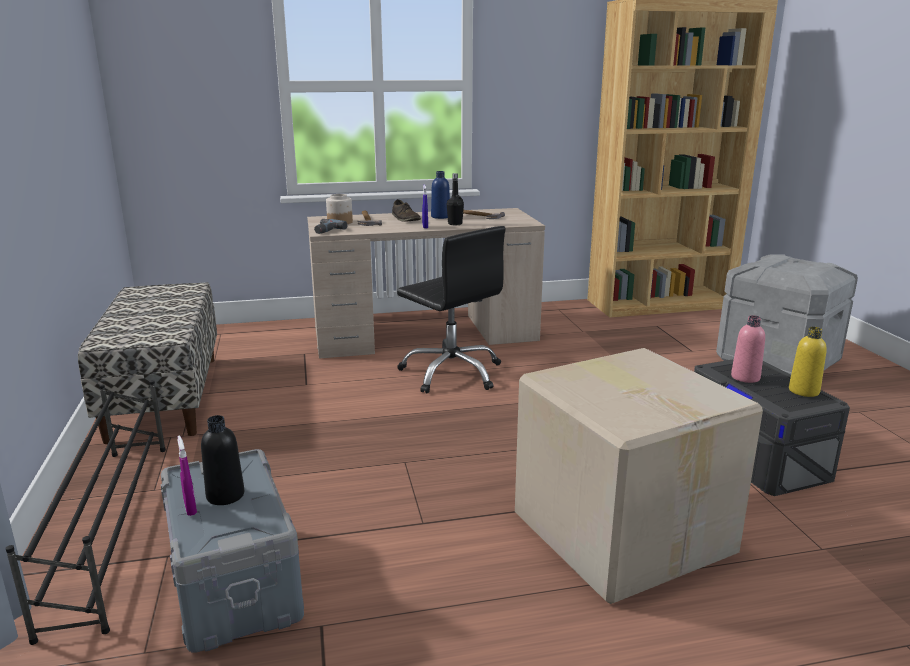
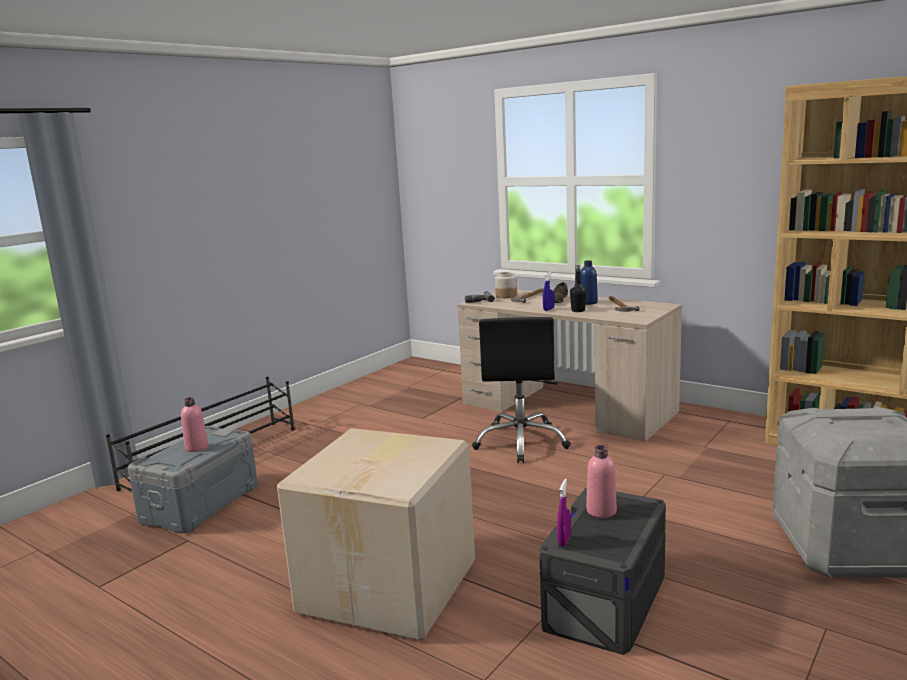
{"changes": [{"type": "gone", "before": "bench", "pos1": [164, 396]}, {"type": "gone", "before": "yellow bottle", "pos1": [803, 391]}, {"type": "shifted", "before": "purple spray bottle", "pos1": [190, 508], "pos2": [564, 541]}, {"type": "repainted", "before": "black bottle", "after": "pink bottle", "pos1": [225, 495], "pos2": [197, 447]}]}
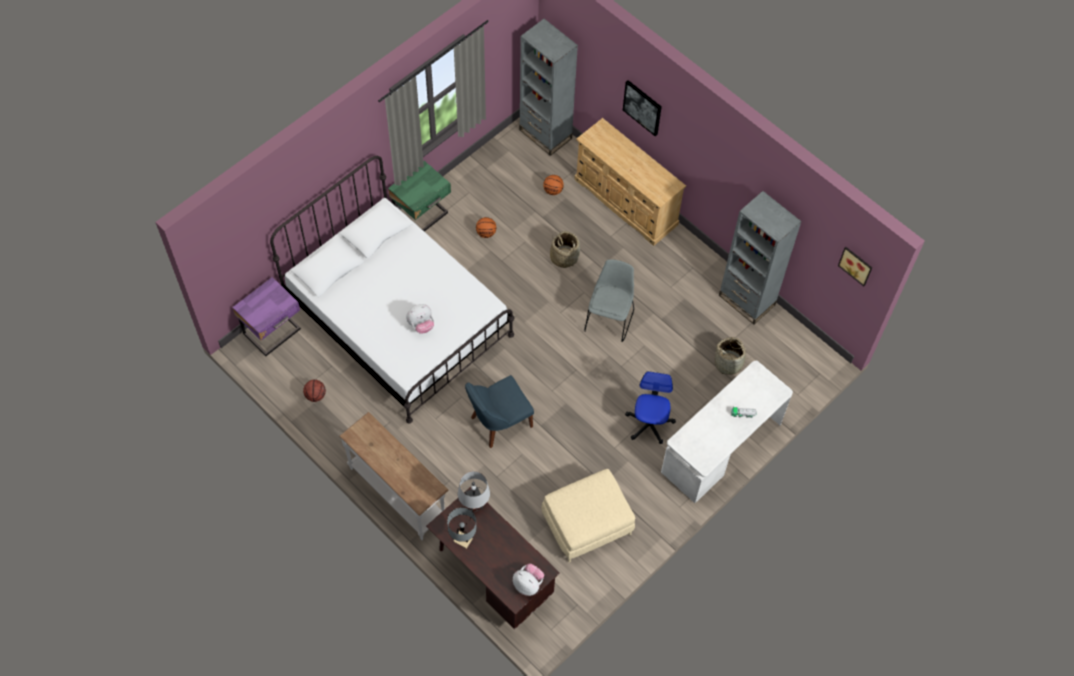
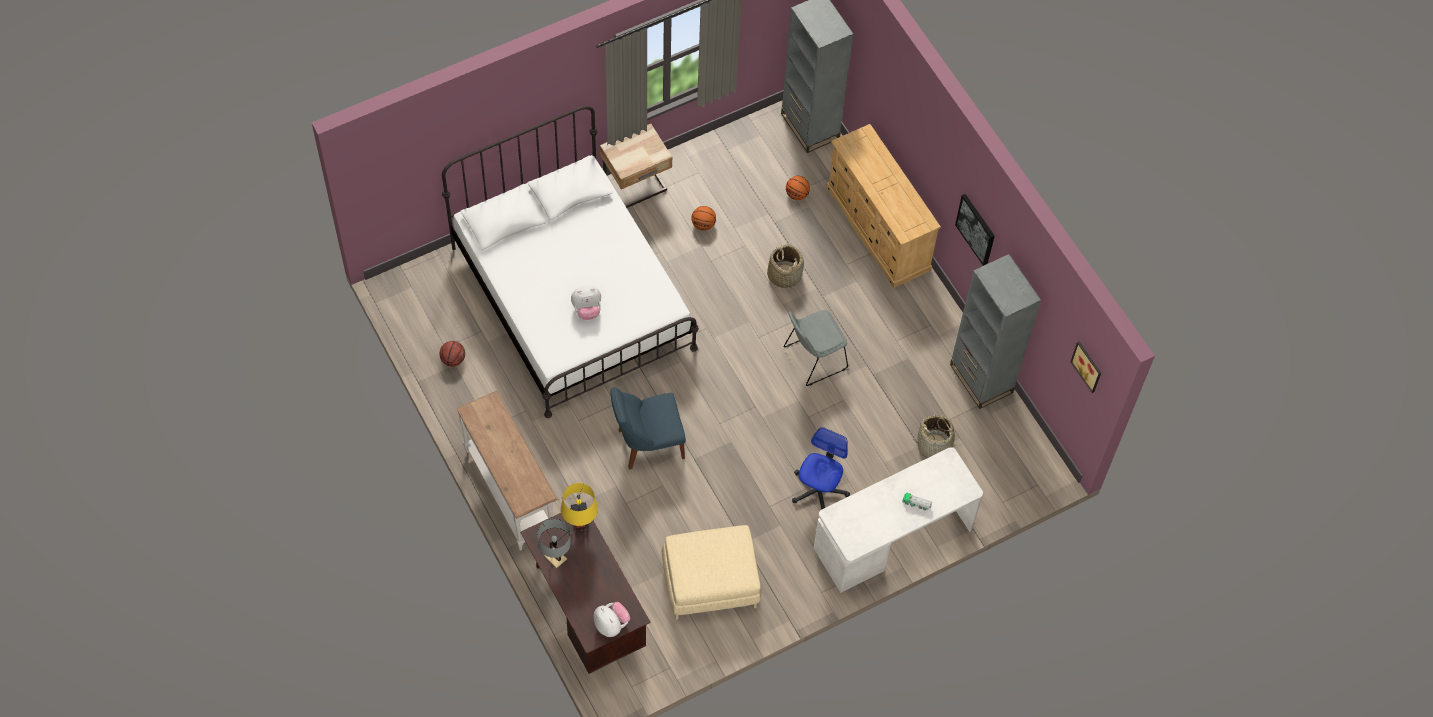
{"changes": [{"type": "gone", "before": "purple nightstand", "pos1": [273, 332]}, {"type": "shifted", "before": "picture", "pos1": [642, 107], "pos2": [976, 229]}, {"type": "repainted", "before": "green nightstand", "after": "beige nightstand", "pos1": [422, 216], "pos2": [636, 187]}, {"type": "repainted", "before": "grey table lamp", "after": "yellow table lamp", "pos1": [474, 506], "pos2": [580, 524]}, {"type": "rotated", "before": "grey chair", "pos1": [609, 318], "pos2": [813, 359], "turn": -150}]}
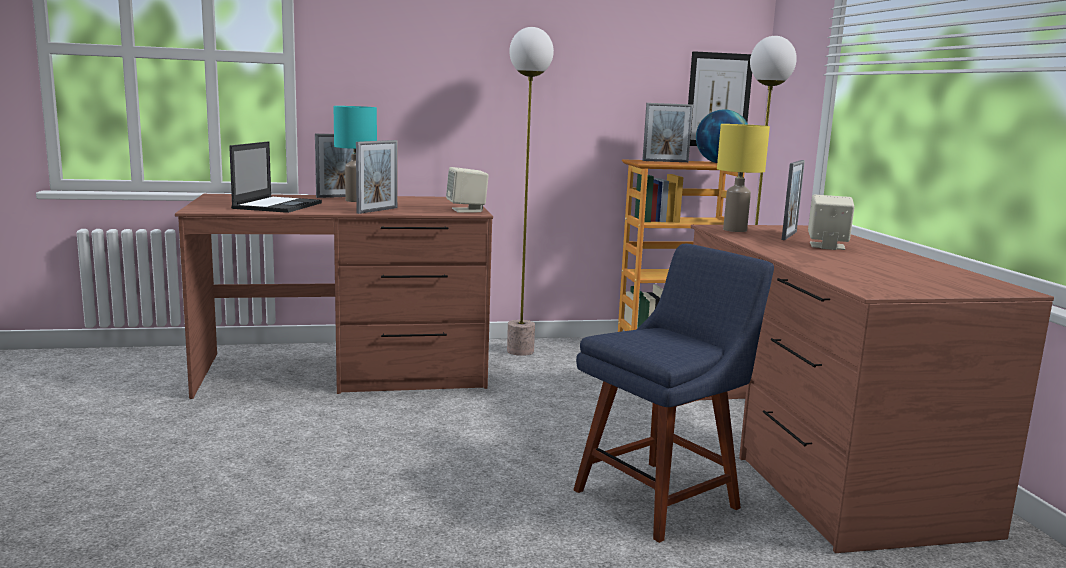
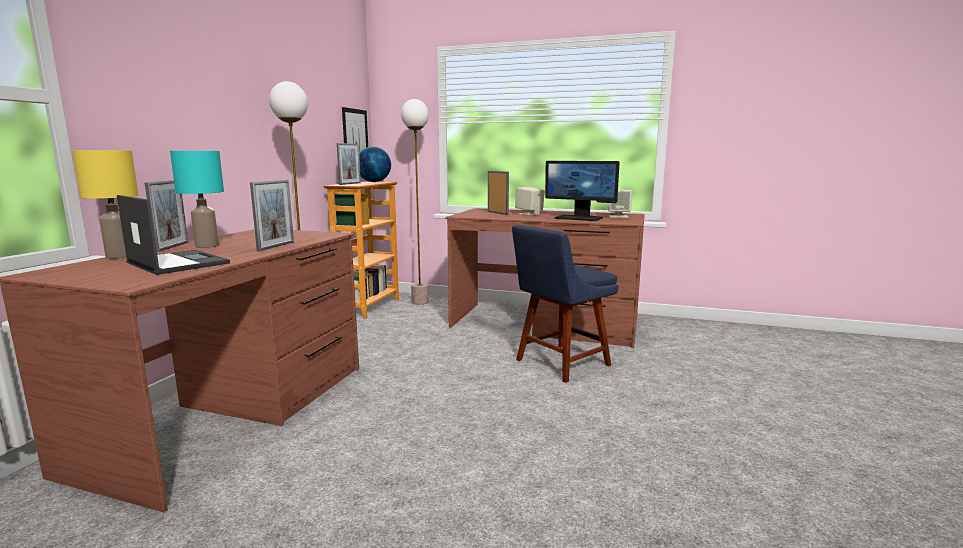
{"changes": [{"type": "new", "after": "monitor", "pos2": [579, 218]}, {"type": "shifted", "before": "beige speaker", "pos1": [467, 210], "pos2": [618, 216]}, {"type": "shifted", "before": "yellow table lamp", "pos1": [735, 230], "pos2": [120, 256]}, {"type": "rotated", "before": "picture frame", "pos1": [377, 210], "pos2": [276, 246], "turn": 45}, {"type": "rotated", "before": "blue chair", "pos1": [662, 496], "pos2": [559, 363], "turn": -120}]}
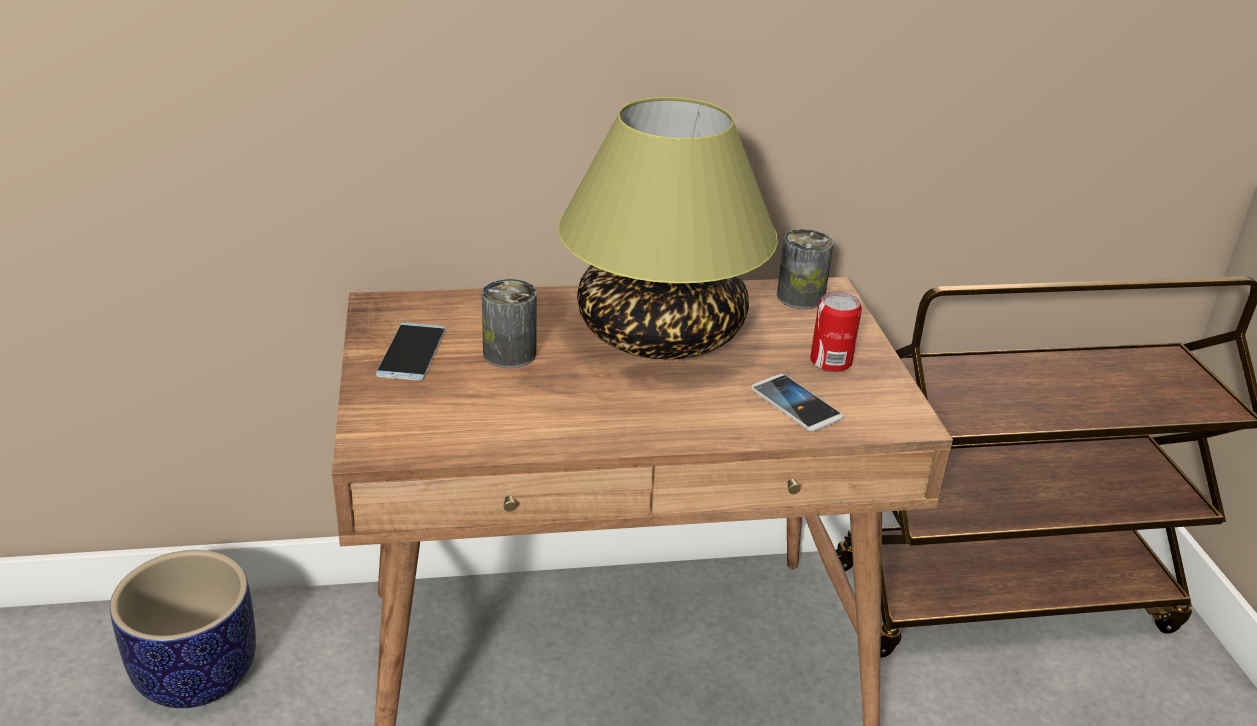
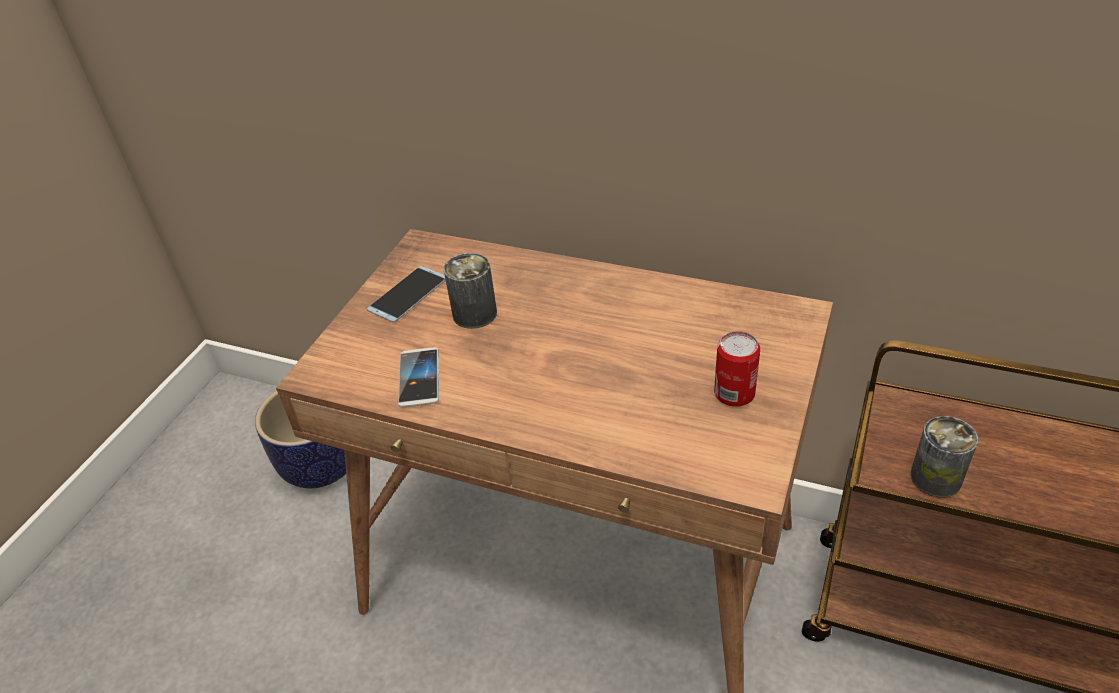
{"changes": [{"type": "gone", "before": "table lamp", "pos1": [659, 335]}, {"type": "shifted", "before": "phone", "pos1": [796, 404], "pos2": [419, 378]}, {"type": "shifted", "before": "can", "pos1": [800, 297], "pos2": [935, 478]}]}
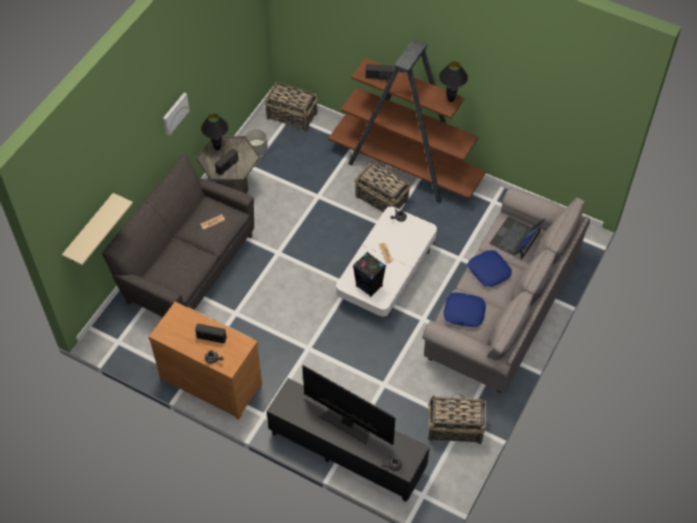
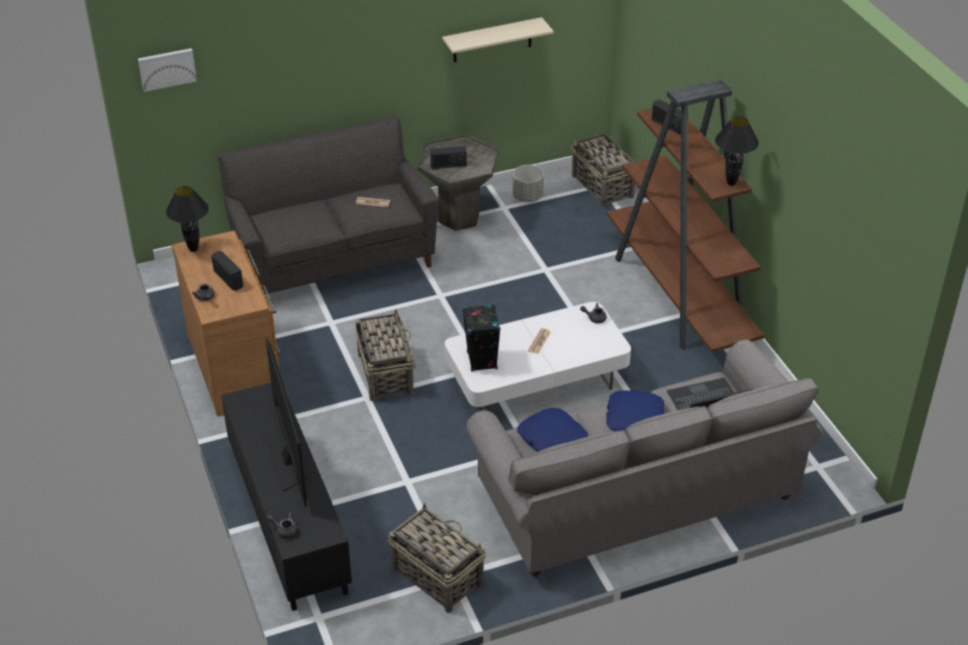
{"changes": [{"type": "shifted", "before": "beige shelf", "pos1": [90, 230], "pos2": [492, 40]}, {"type": "shifted", "before": "picture", "pos1": [174, 113], "pos2": [167, 68]}, {"type": "shifted", "before": "black table lamp", "pos1": [218, 148], "pos2": [194, 249]}, {"type": "shifted", "before": "basket", "pos1": [381, 198], "pos2": [385, 373]}]}
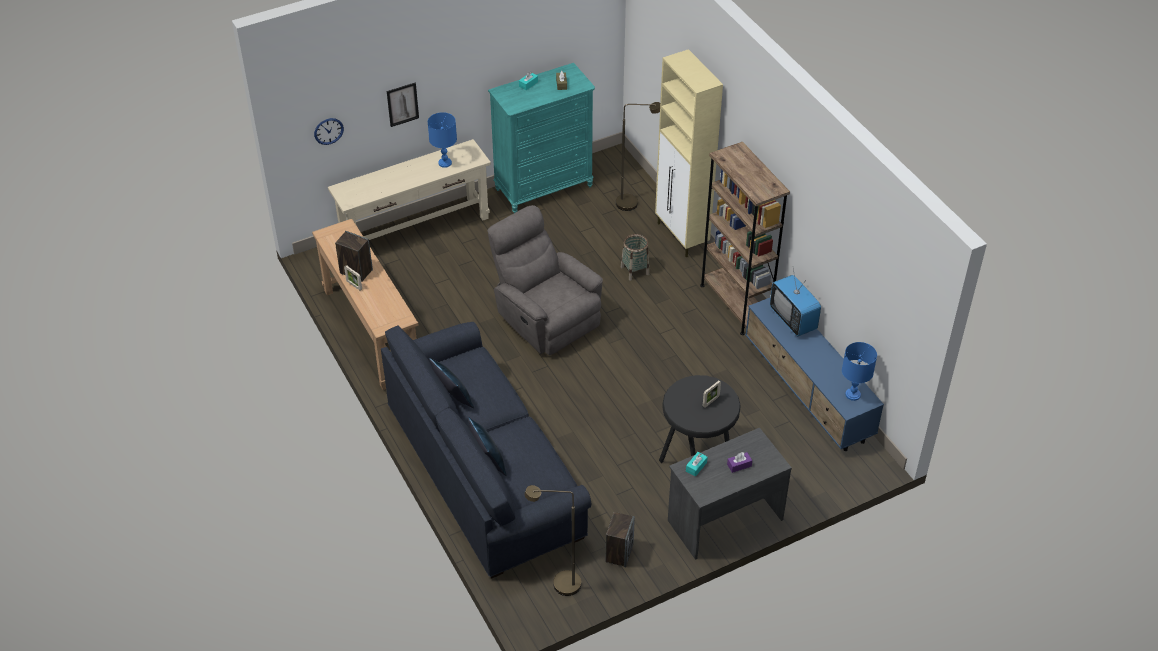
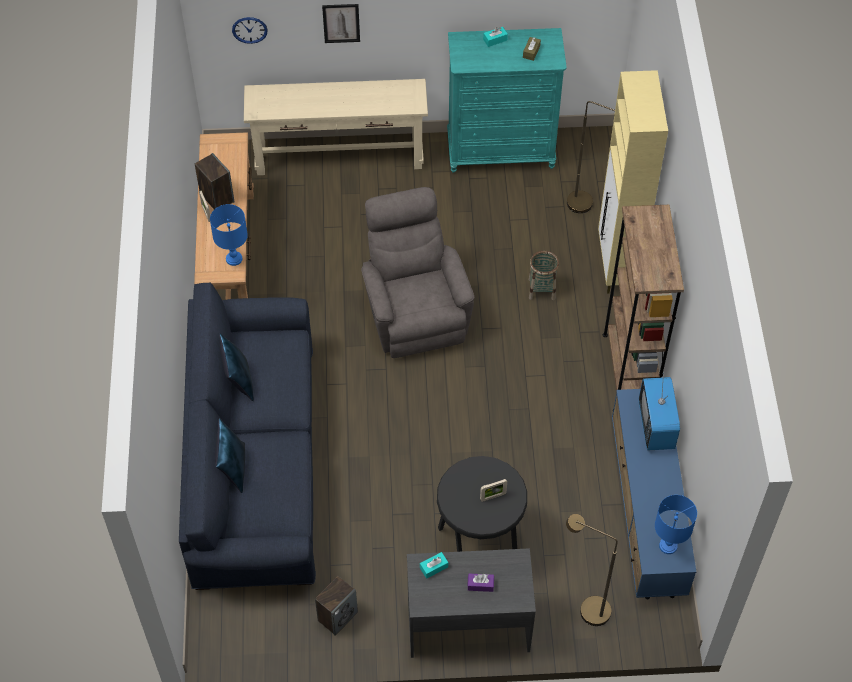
{"changes": [{"type": "shifted", "before": "blue table lamp", "pos1": [444, 163], "pos2": [233, 259]}, {"type": "shifted", "before": "brown floor lamp", "pos1": [559, 585], "pos2": [586, 609]}]}
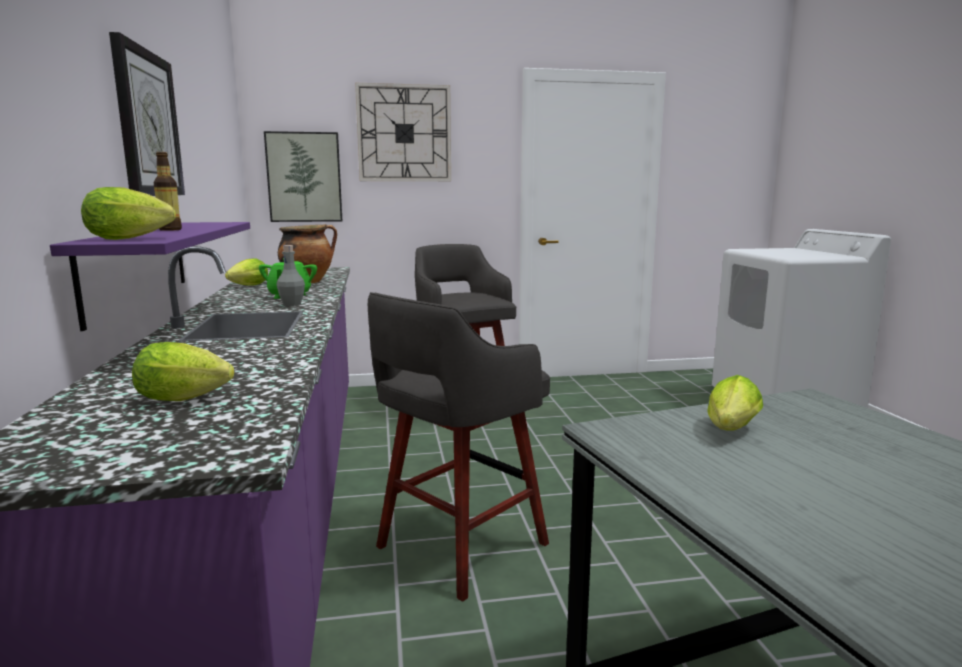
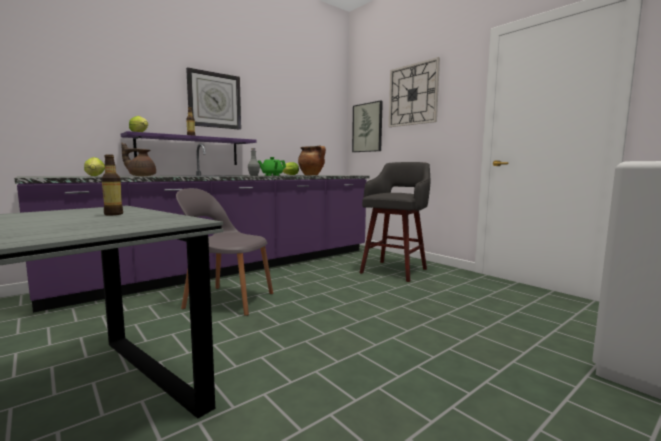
{"changes": [{"type": "new", "after": "brown teapot", "pos2": [141, 176]}, {"type": "swapped", "before": "grey stool", "after": "grey chair", "pos1": [458, 547], "pos2": [227, 300]}, {"type": "swapped", "before": "lettuce", "after": "bottle", "pos1": [730, 431], "pos2": [113, 214]}]}
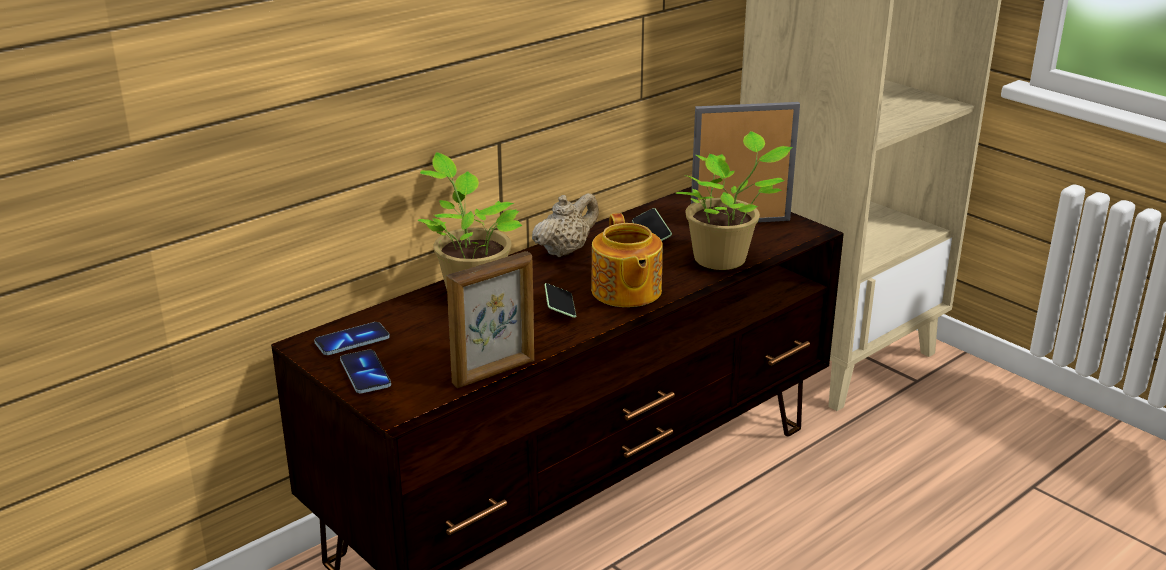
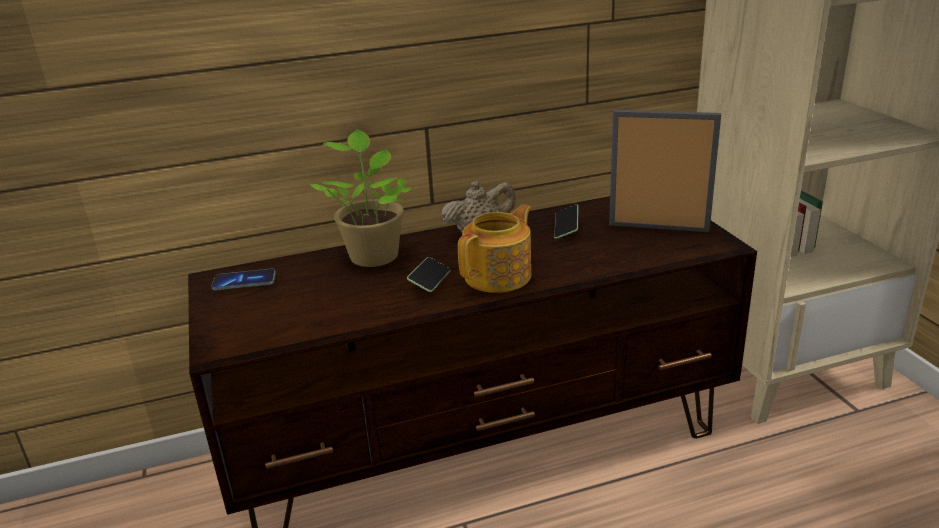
{"changes": [{"type": "gone", "before": "phone", "pos1": [365, 374]}, {"type": "gone", "before": "picture frame", "pos1": [495, 373]}, {"type": "gone", "before": "potted plant", "pos1": [724, 259]}, {"type": "rotated", "before": "teapot", "pos1": [625, 291], "pos2": [499, 276], "turn": -150}]}
